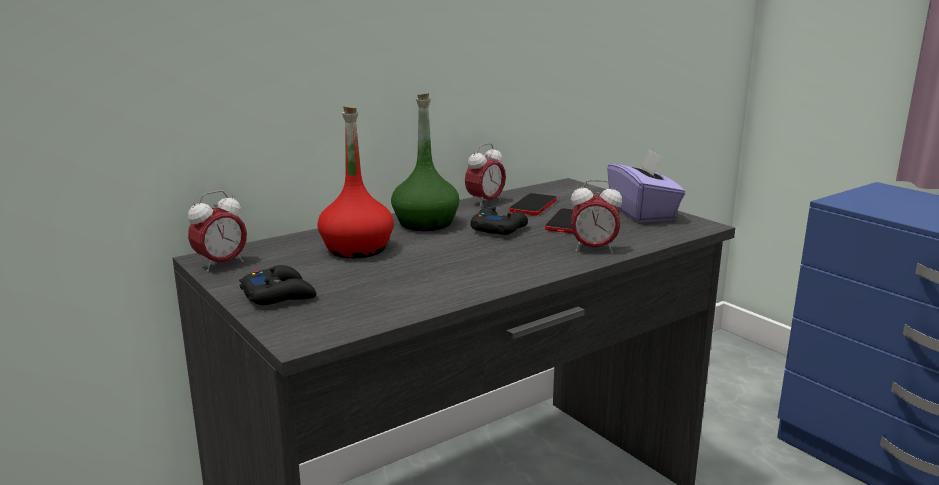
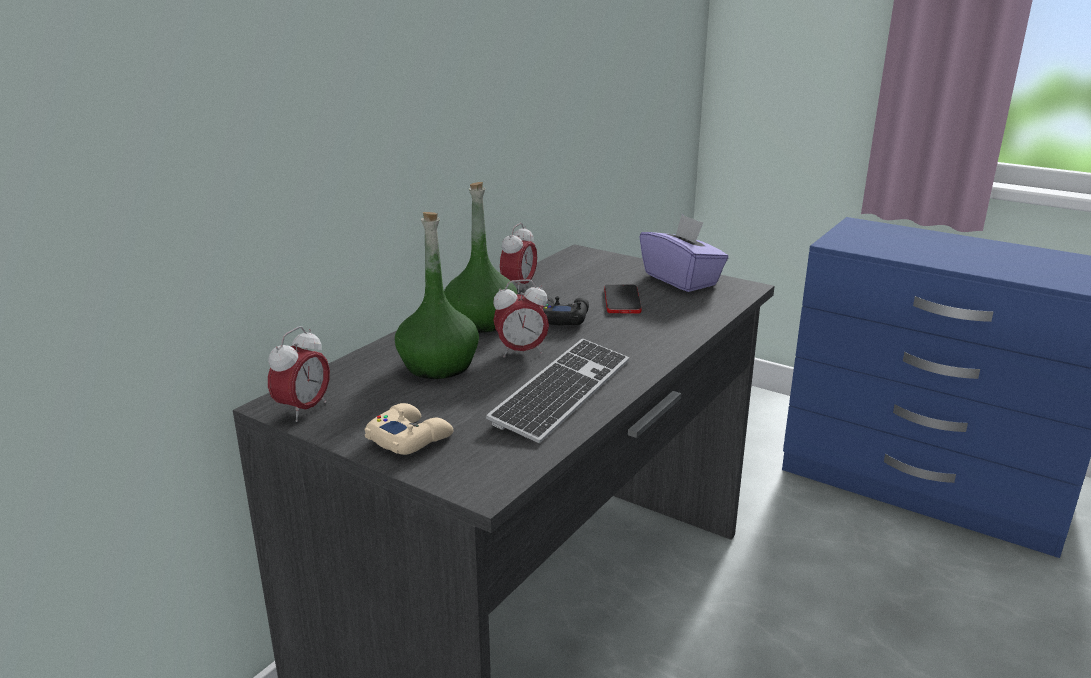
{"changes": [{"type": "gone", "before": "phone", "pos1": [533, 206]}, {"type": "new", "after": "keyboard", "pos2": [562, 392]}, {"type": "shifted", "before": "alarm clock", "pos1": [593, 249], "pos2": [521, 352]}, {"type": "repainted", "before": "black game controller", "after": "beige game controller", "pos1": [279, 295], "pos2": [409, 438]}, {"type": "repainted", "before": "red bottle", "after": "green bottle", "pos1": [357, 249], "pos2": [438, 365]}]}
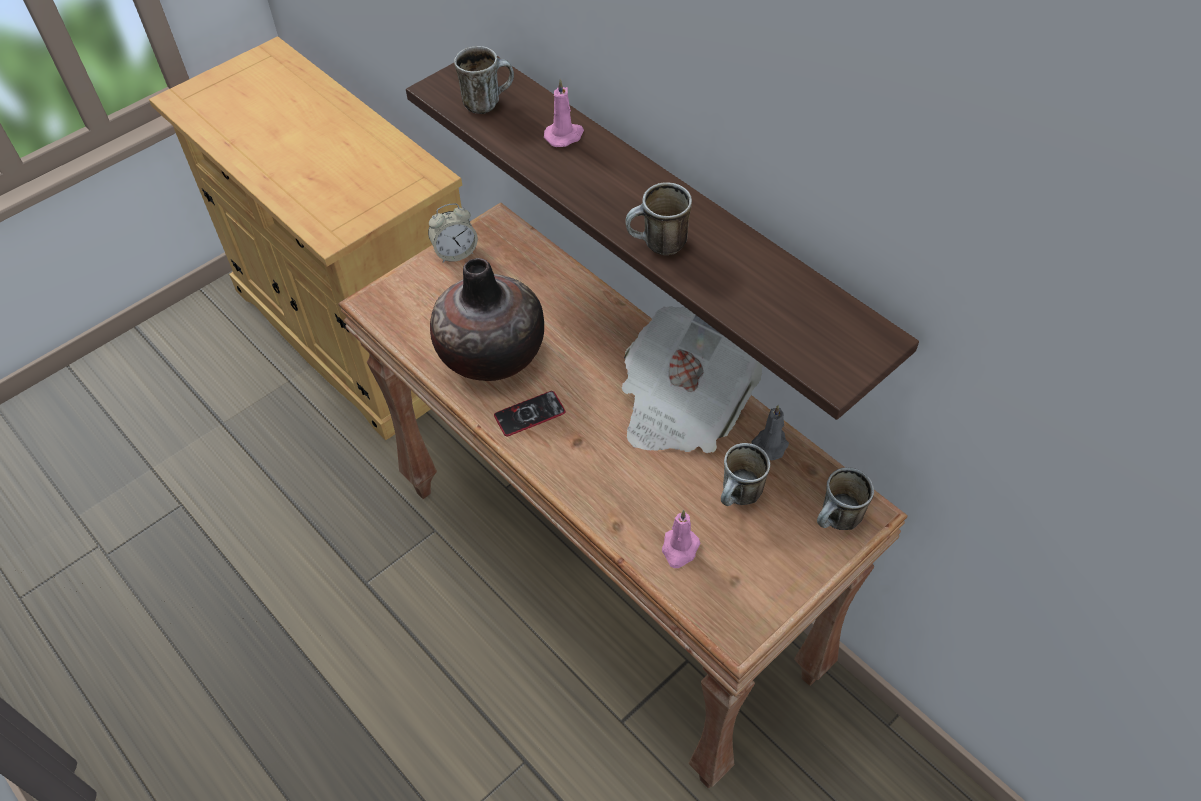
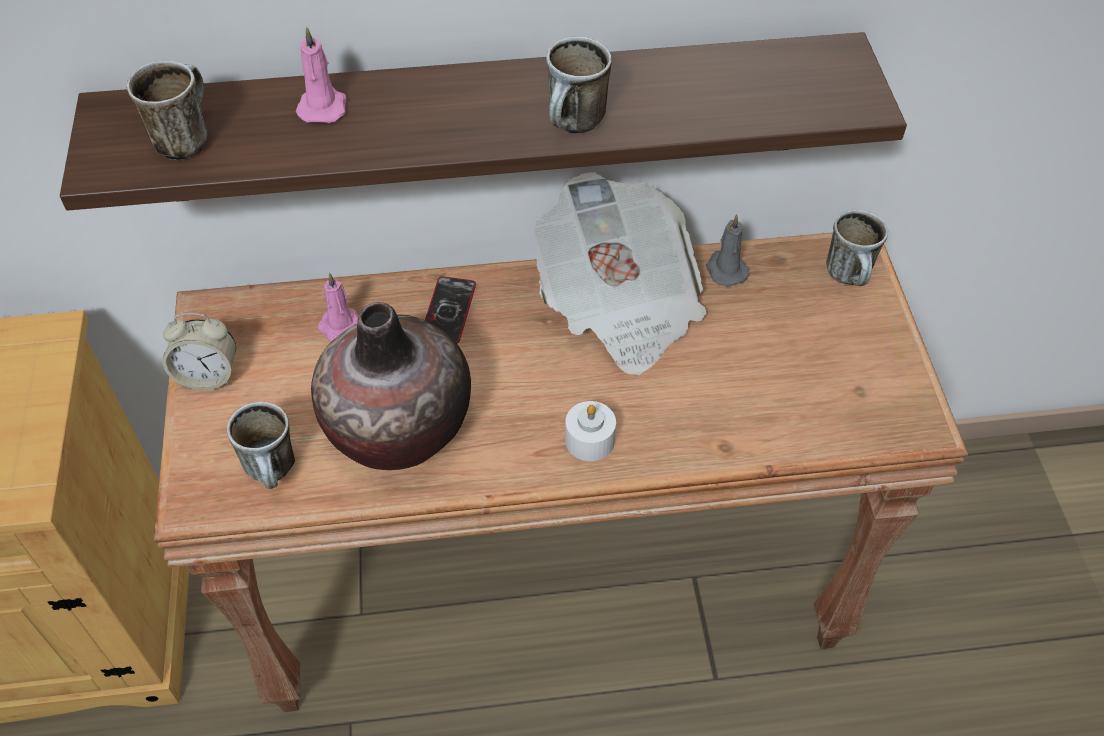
{"changes": [{"type": "new", "after": "white candle", "pos2": [589, 440]}, {"type": "shifted", "before": "phone", "pos1": [529, 414], "pos2": [448, 311]}, {"type": "shifted", "before": "pink candle", "pos1": [679, 549], "pos2": [343, 329]}, {"type": "shifted", "before": "mug", "pos1": [739, 498], "pos2": [275, 473]}, {"type": "rotated", "before": "alarm clock", "pos1": [455, 253], "pos2": [208, 375], "turn": 75}]}
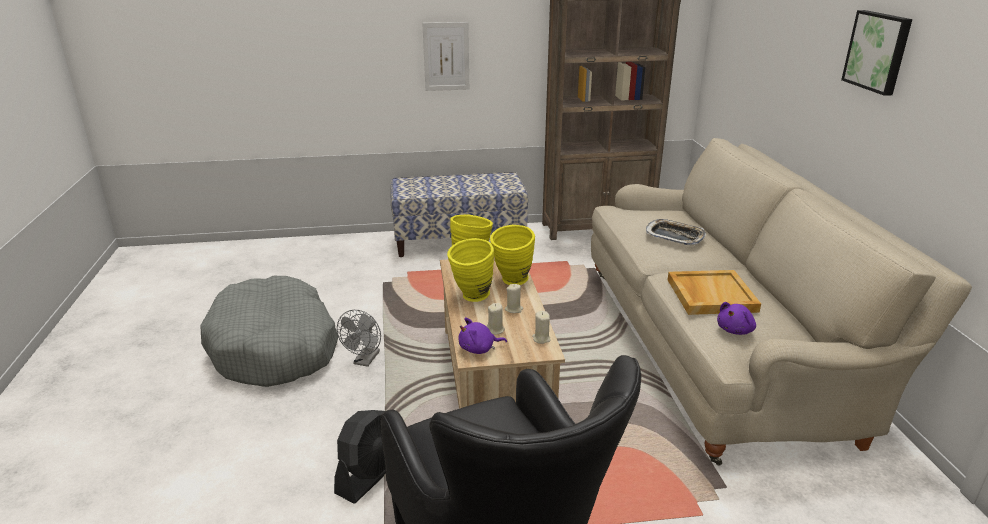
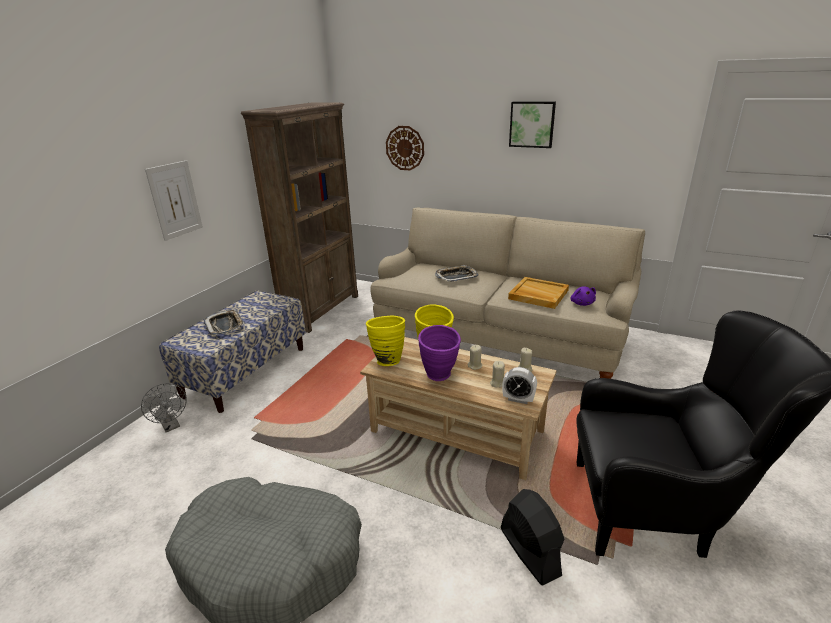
{"changes": [{"type": "new", "after": "tray", "pos2": [225, 325]}, {"type": "new", "after": "wall clock", "pos2": [405, 148]}, {"type": "shifted", "before": "grey fan", "pos1": [365, 361], "pos2": [171, 426]}, {"type": "swapped", "before": "purple plush toy", "after": "alarm clock", "pos1": [479, 349], "pos2": [518, 399]}, {"type": "repainted", "before": "yellow vase", "after": "purple vase", "pos1": [471, 298], "pos2": [440, 377]}]}
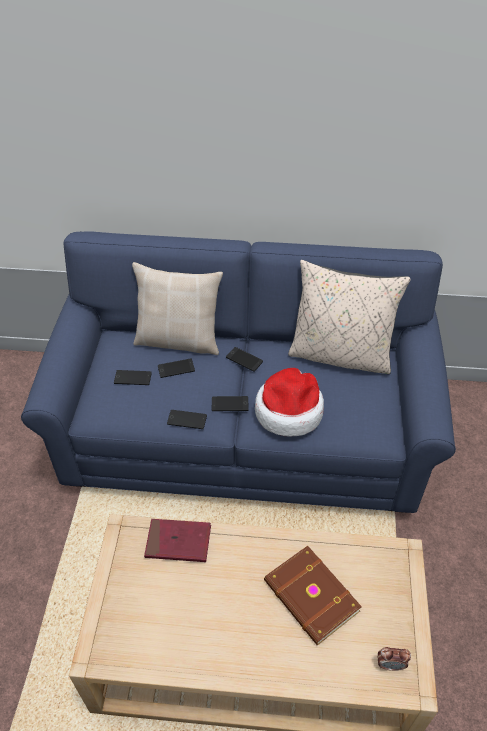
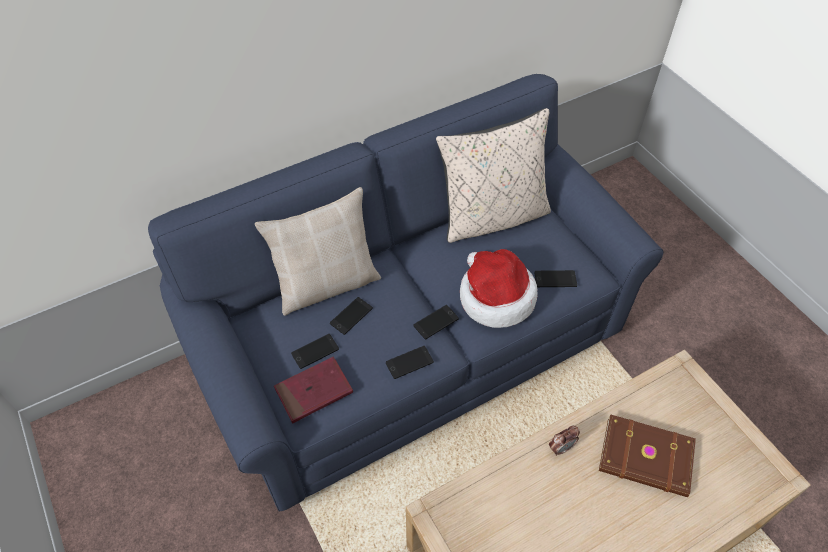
{"changes": [{"type": "shifted", "before": "red book", "pos1": [178, 542], "pos2": [314, 391]}, {"type": "shifted", "before": "phone", "pos1": [244, 359], "pos2": [555, 279]}, {"type": "shifted", "before": "alarm clock", "pos1": [390, 665], "pos2": [561, 448]}]}
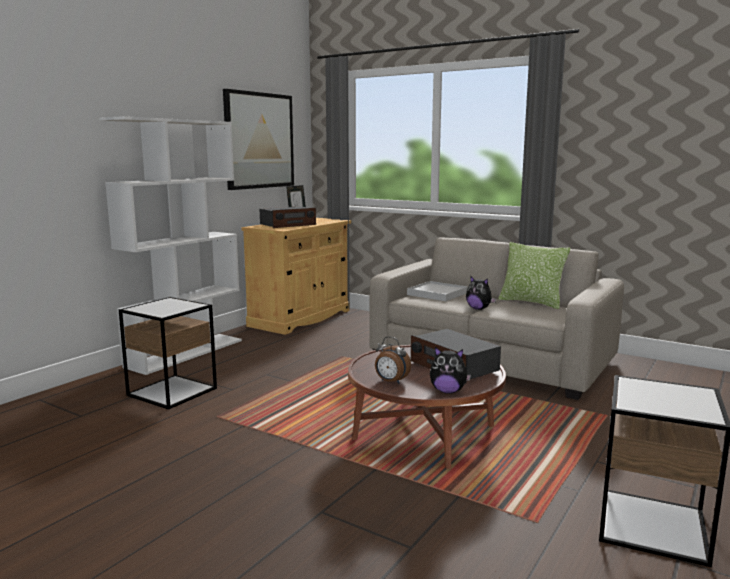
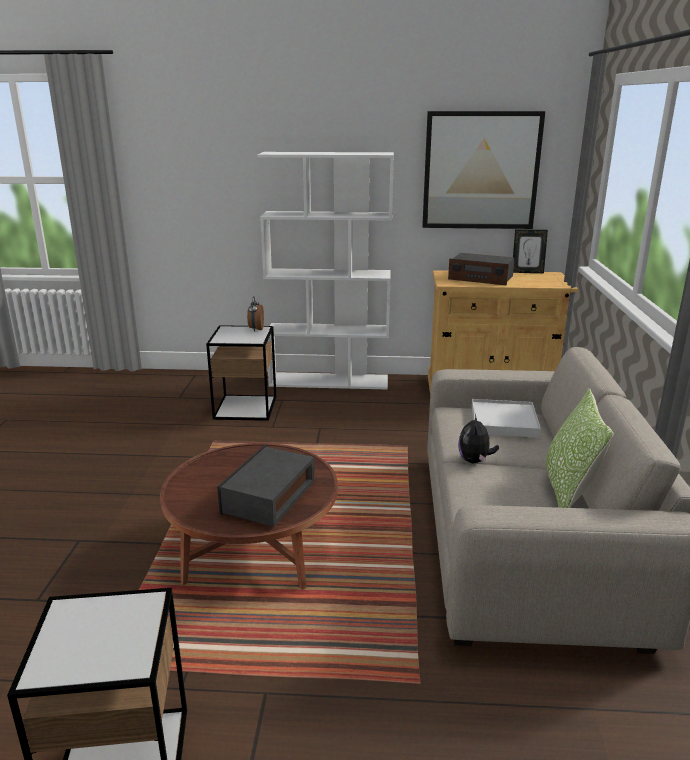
{"changes": [{"type": "gone", "before": "plush toy", "pos1": [448, 391]}, {"type": "shifted", "before": "alarm clock", "pos1": [391, 381], "pos2": [256, 329]}]}
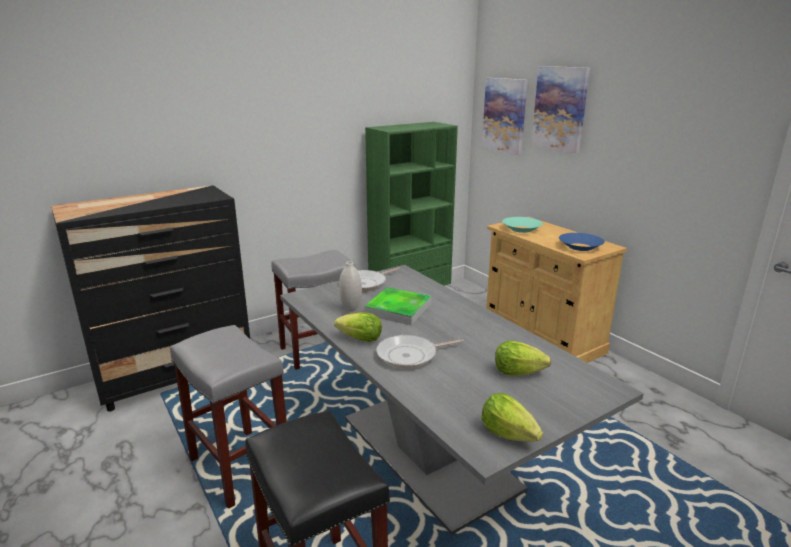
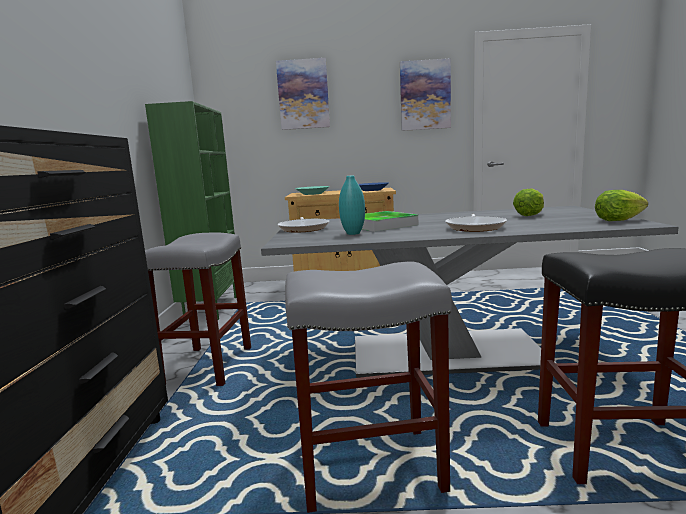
{"changes": [{"type": "gone", "before": "lettuce", "pos1": [360, 339]}, {"type": "shifted", "before": "picture", "pos1": [504, 115], "pos2": [425, 95]}, {"type": "repainted", "before": "white vase", "after": "turquoise vase", "pos1": [351, 309], "pos2": [353, 233]}]}
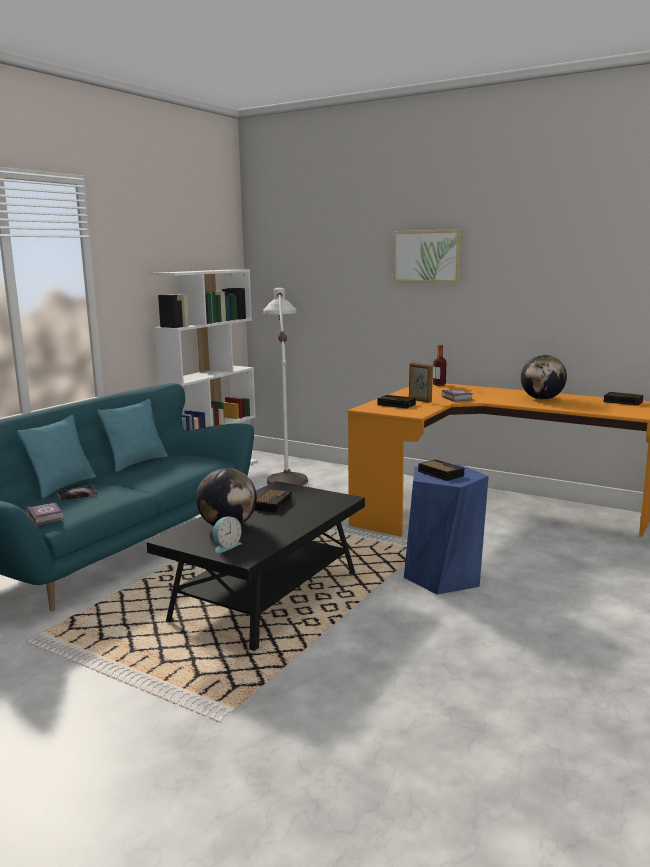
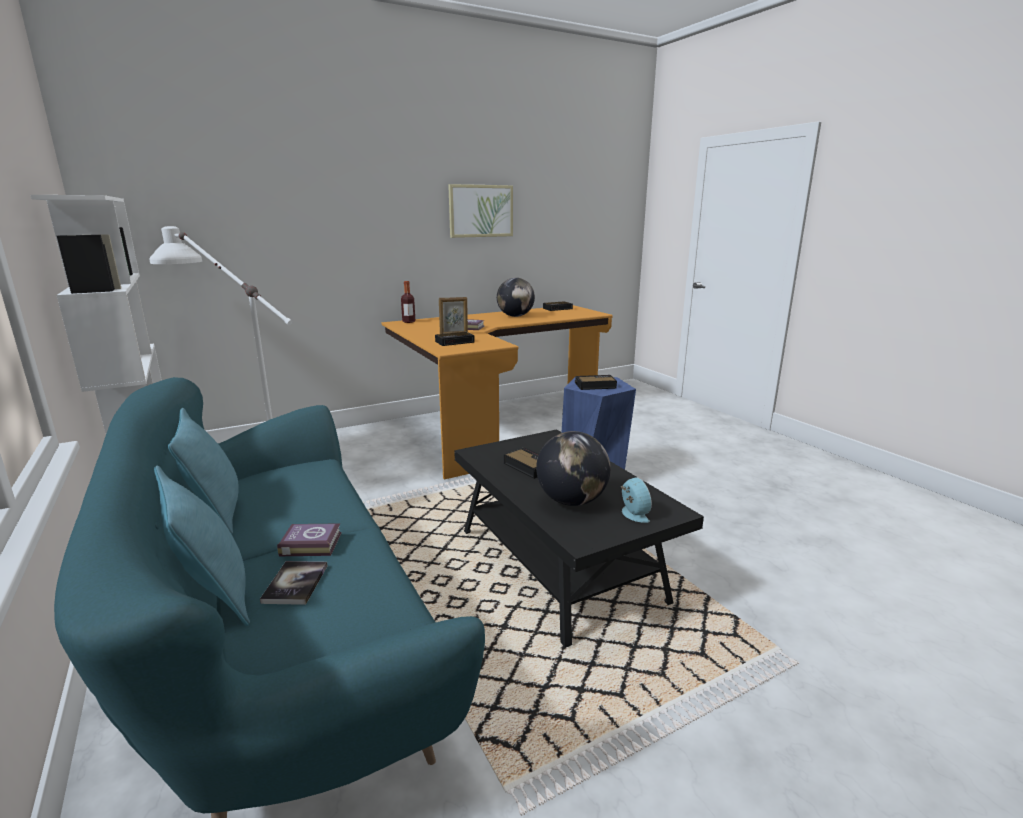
{"changes": [{"type": "shifted", "before": "book", "pos1": [46, 517], "pos2": [310, 544]}, {"type": "shifted", "before": "picture", "pos1": [426, 256], "pos2": [481, 211]}]}
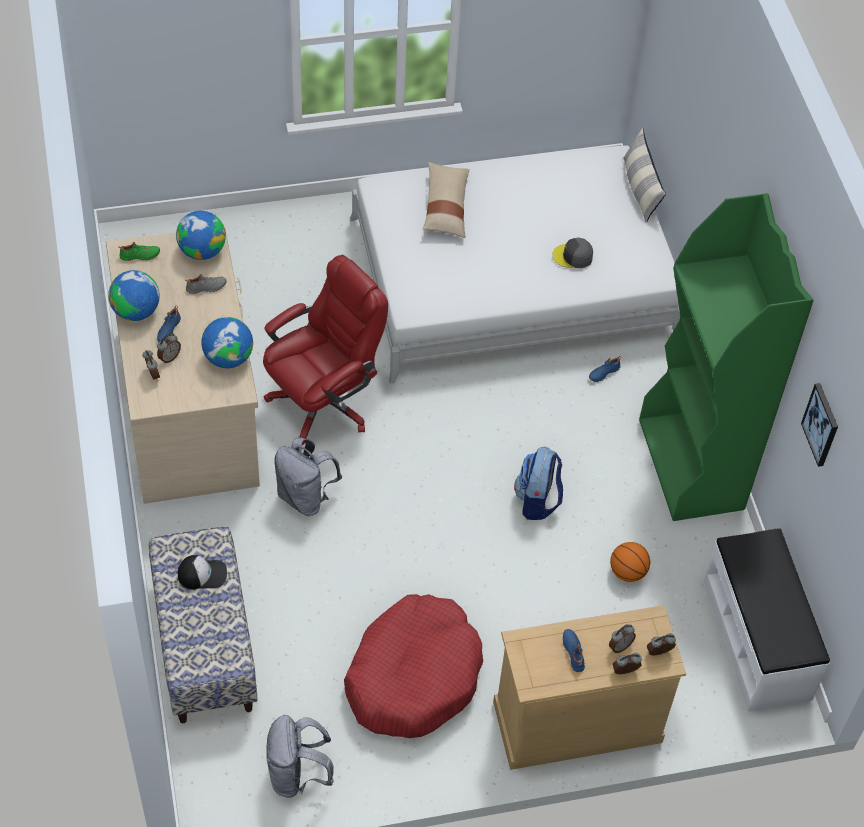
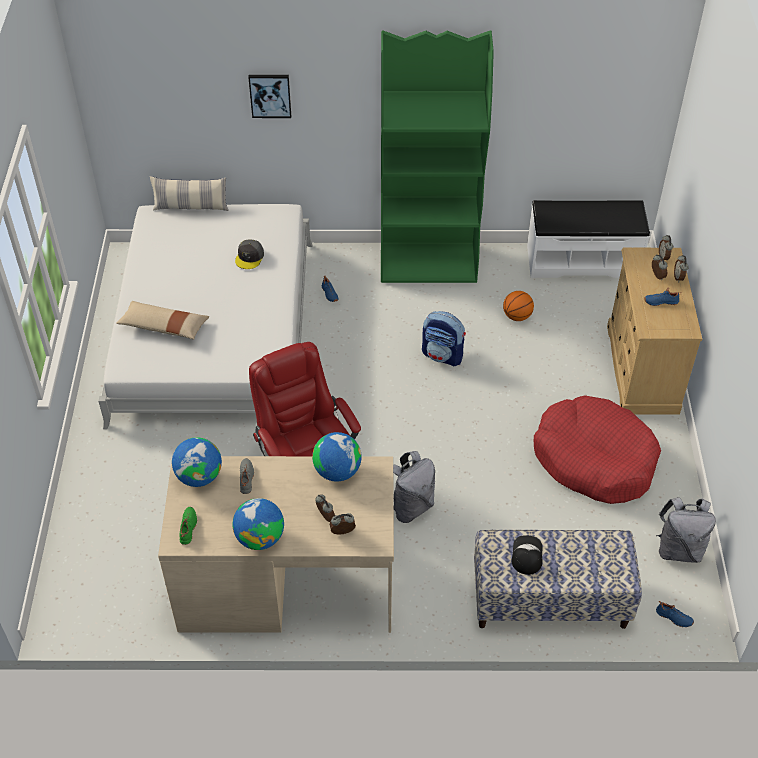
{"changes": [{"type": "shifted", "before": "blue shoe", "pos1": [168, 330], "pos2": [673, 618]}, {"type": "shifted", "before": "picture", "pos1": [821, 424], "pos2": [270, 95]}]}
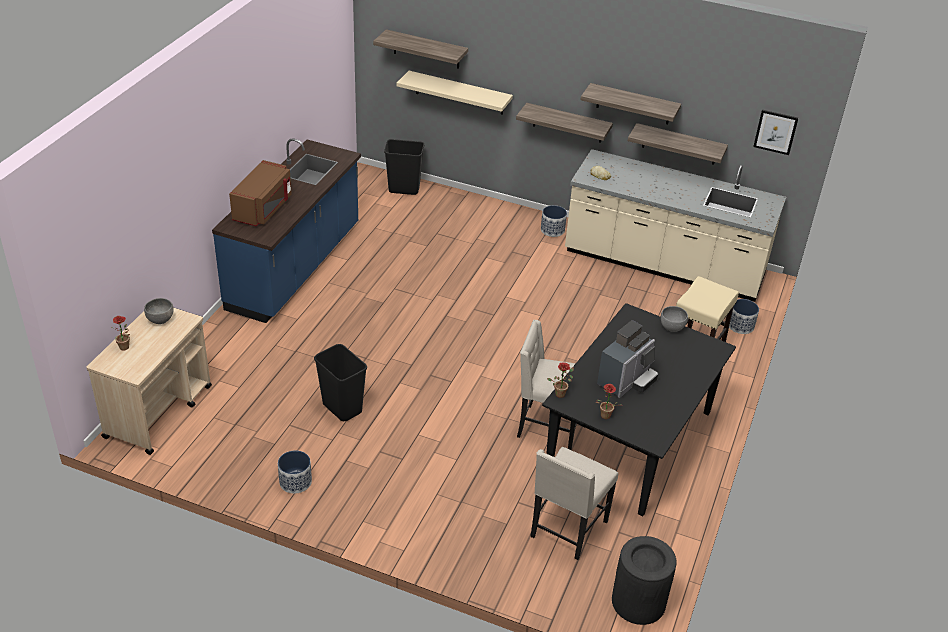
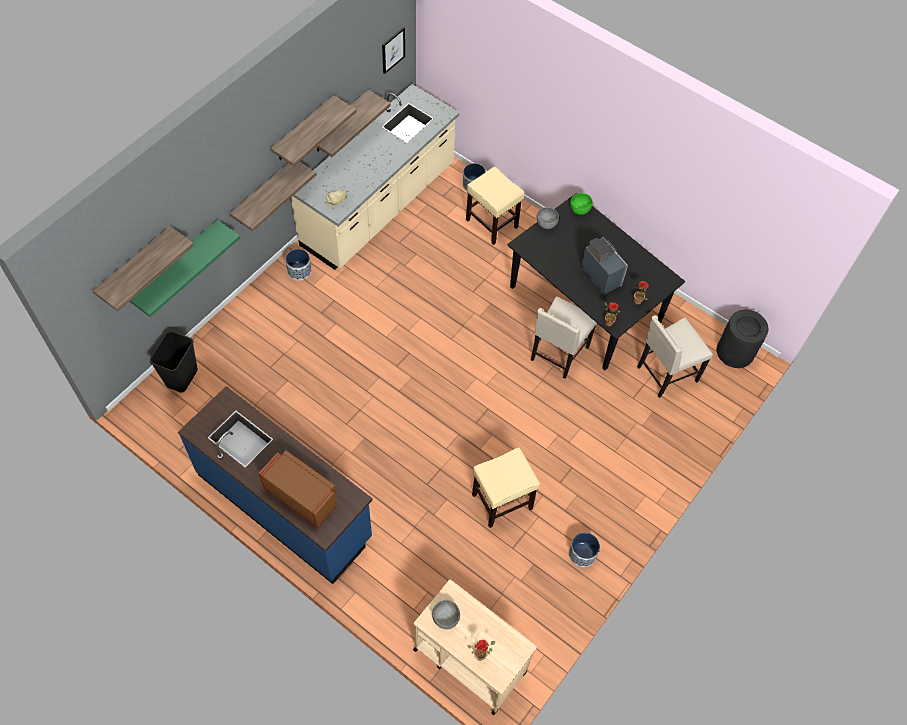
{"changes": [{"type": "new", "after": "green bowl", "pos2": [579, 210]}, {"type": "swapped", "before": "black trash can", "after": "beige stool", "pos1": [341, 408], "pos2": [501, 502]}, {"type": "repainted", "before": "beige shelf", "after": "green shelf", "pos1": [459, 93], "pos2": [175, 265]}, {"type": "rotated", "before": "beige chair", "pos1": [567, 530], "pos2": [665, 374], "turn": 105}]}
